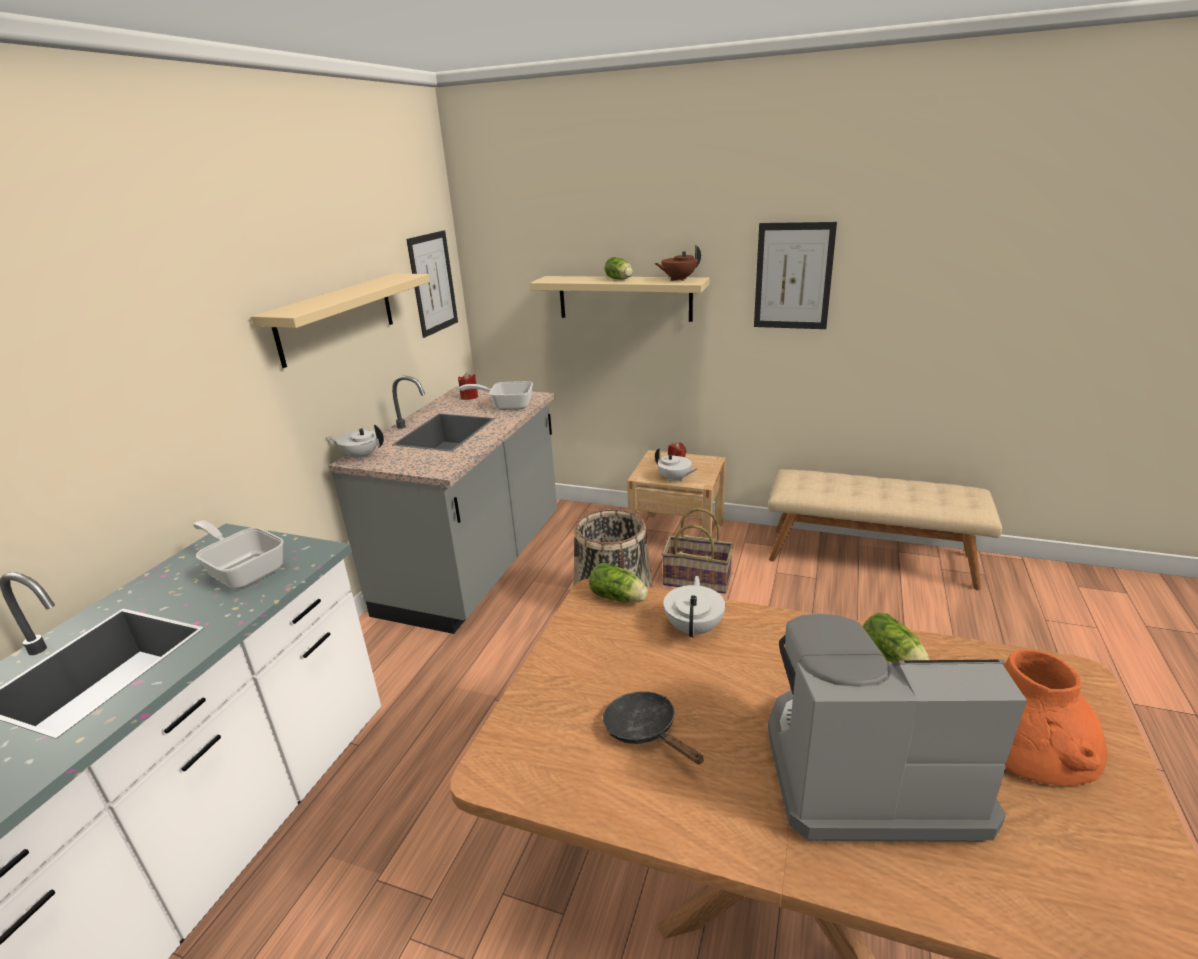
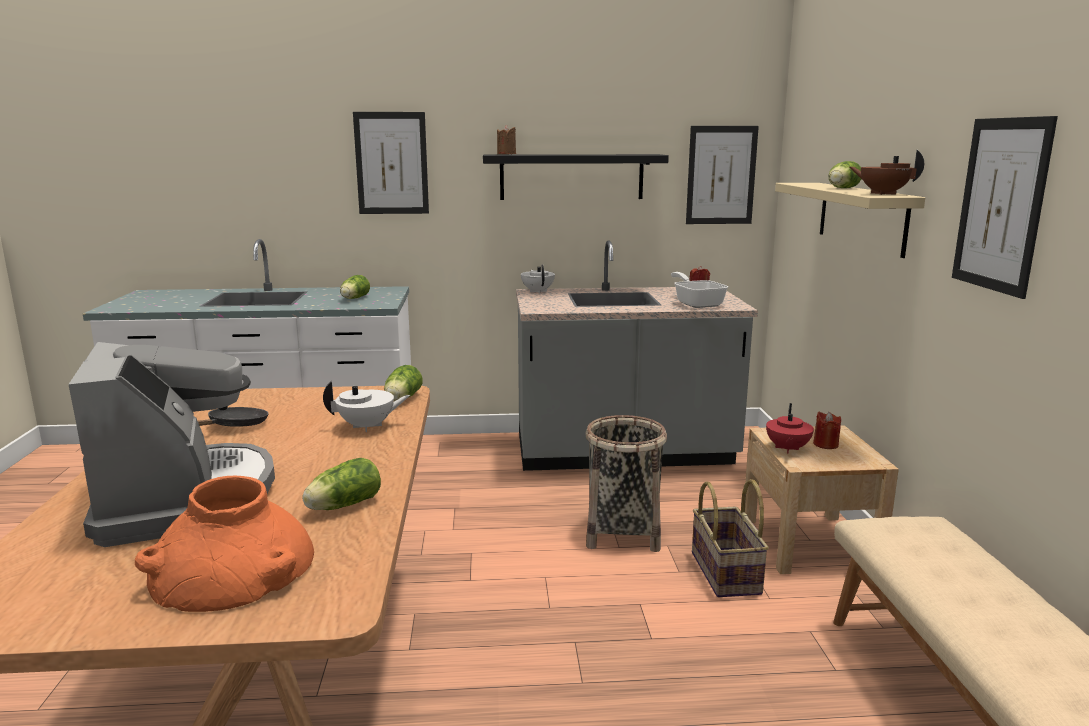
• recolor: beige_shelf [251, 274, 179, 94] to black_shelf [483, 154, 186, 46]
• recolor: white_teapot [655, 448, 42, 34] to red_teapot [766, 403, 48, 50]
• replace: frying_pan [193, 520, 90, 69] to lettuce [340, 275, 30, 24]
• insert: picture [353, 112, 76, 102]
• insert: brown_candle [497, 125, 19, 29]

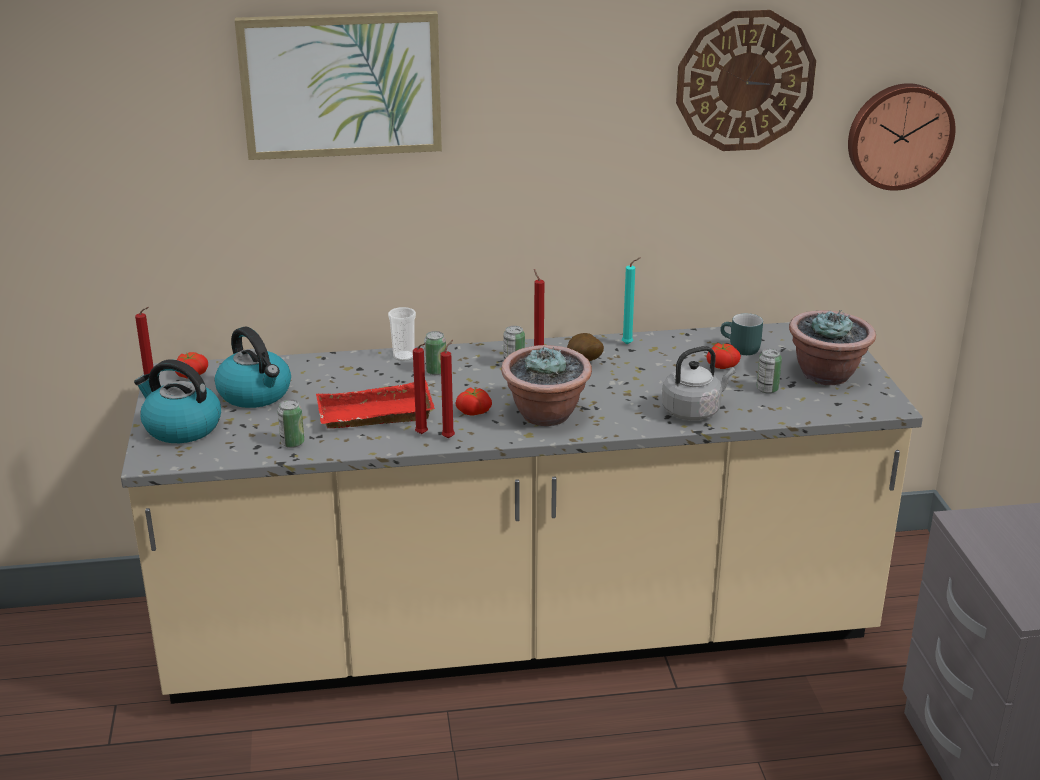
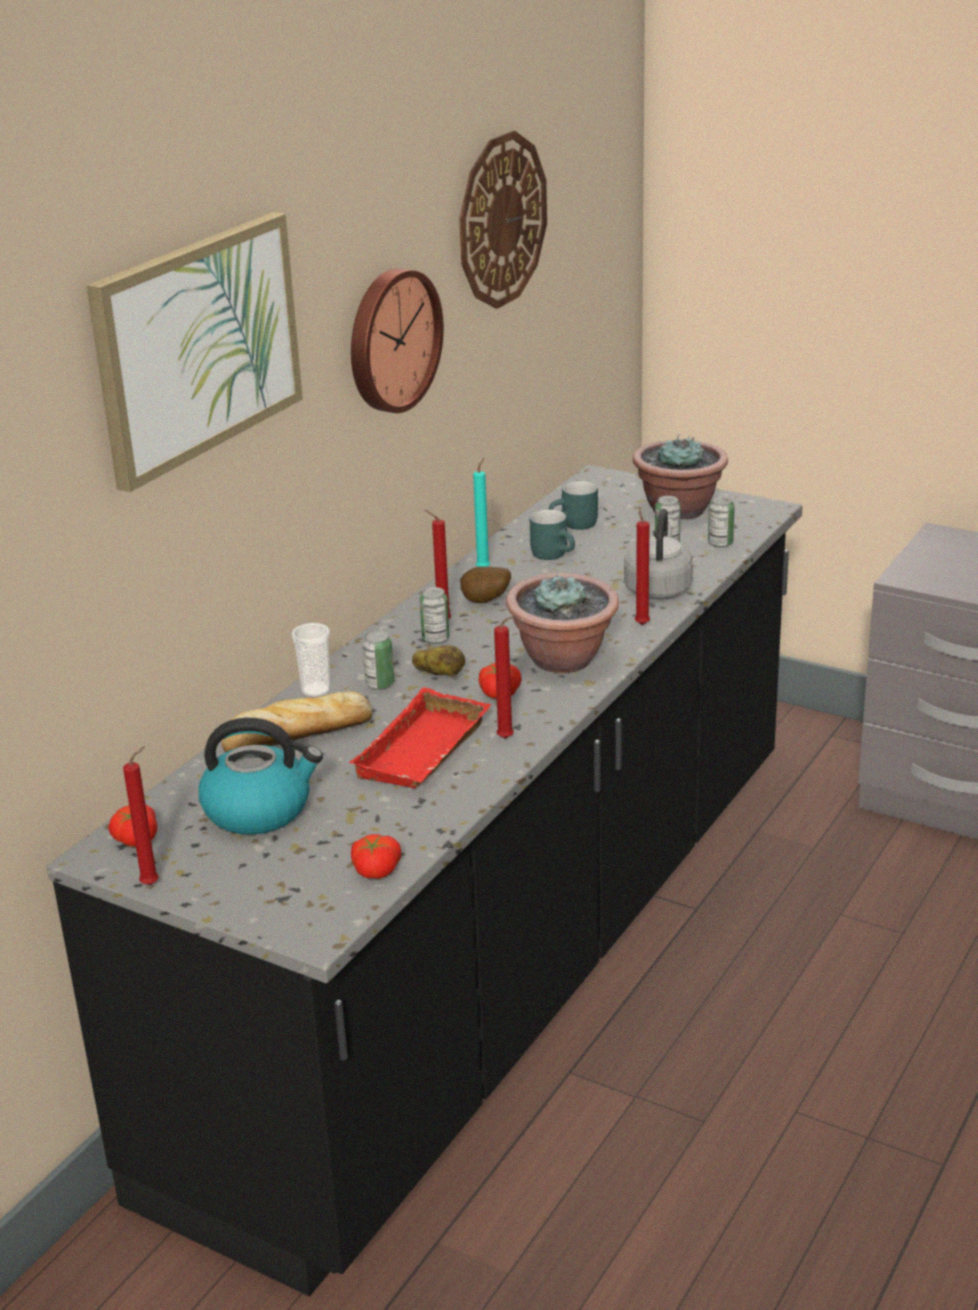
• move: wall_clock [848, 83, 108, 108] to [351, 268, 93, 145]
• recolor: beige_counter [121, 322, 802, 382] to black_counter [47, 465, 755, 832]
• move: red_candle [440, 340, 15, 98] to [635, 507, 15, 118]
• move: tomato [706, 343, 35, 26] to [351, 834, 50, 45]
• delete: kettle [134, 359, 87, 84]
• move: can [278, 400, 26, 48] to [708, 496, 27, 51]
• insert: turquoise_mug [530, 510, 45, 50]
• insert: potato [412, 645, 53, 31]
• insert: bread [221, 691, 151, 61]

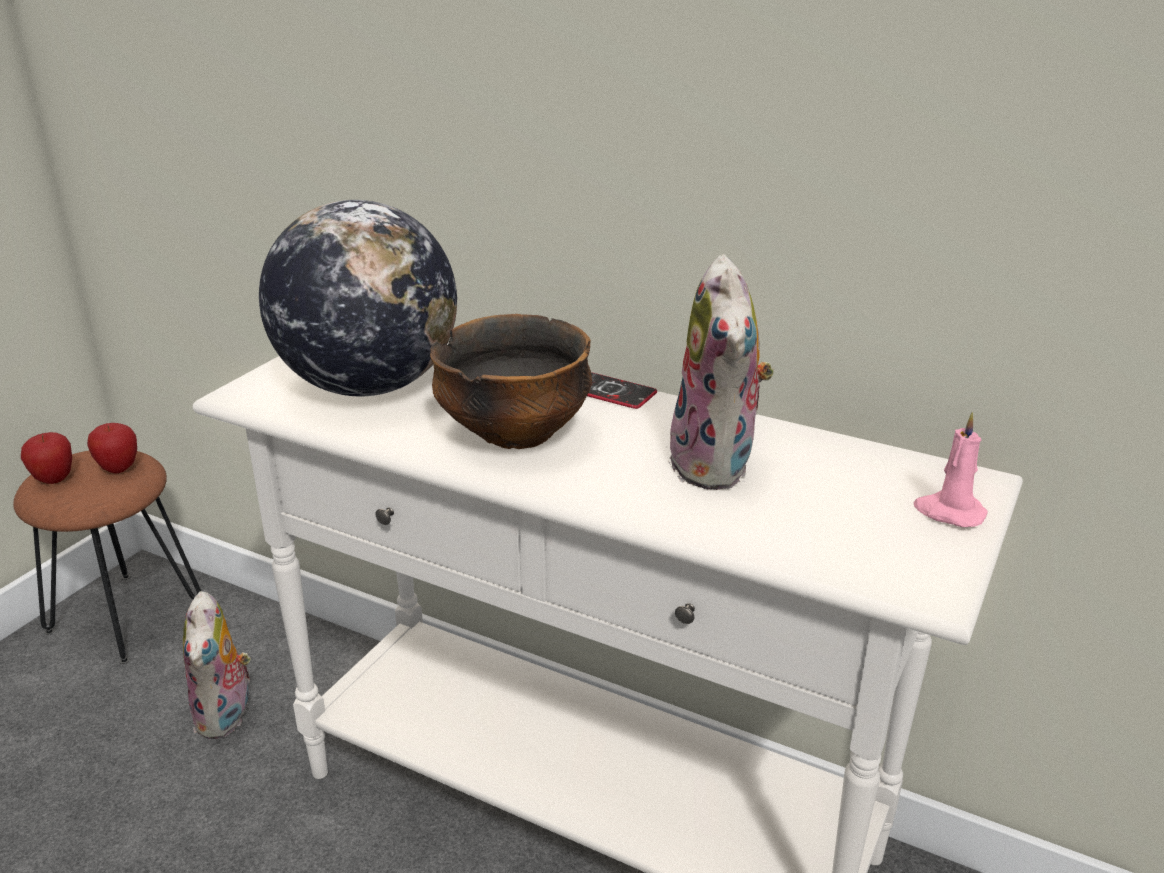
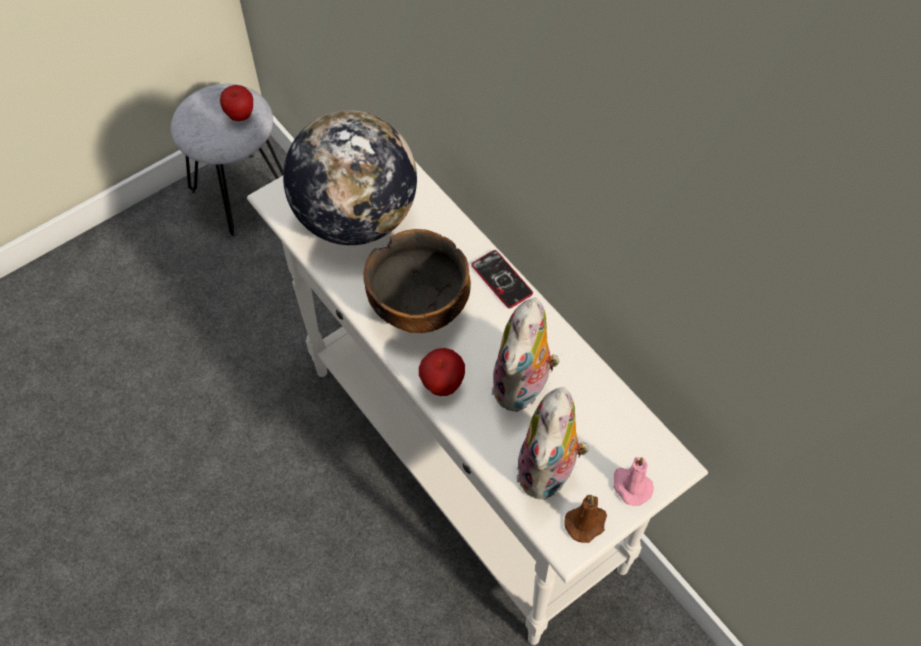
• move: apple [21, 432, 51, 52] to [419, 348, 46, 48]
• recolor: brown_stool [13, 451, 188, 213] to grey_stool [171, 84, 112, 153]
• move: plush_toy [183, 591, 68, 148] to [516, 387, 73, 113]
• insert: brown_candle [564, 495, 43, 48]

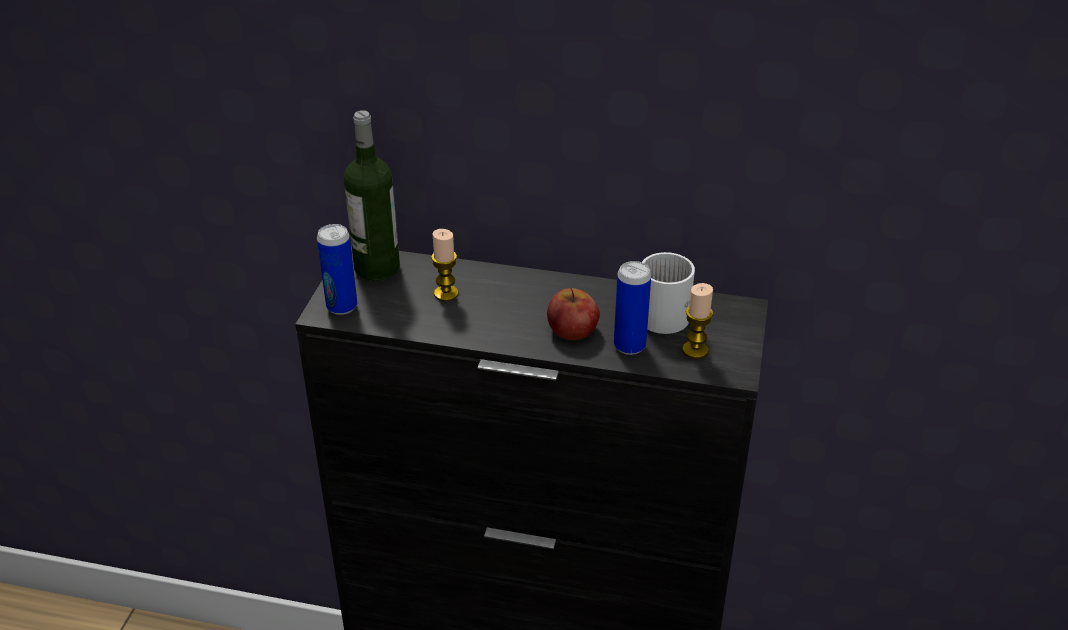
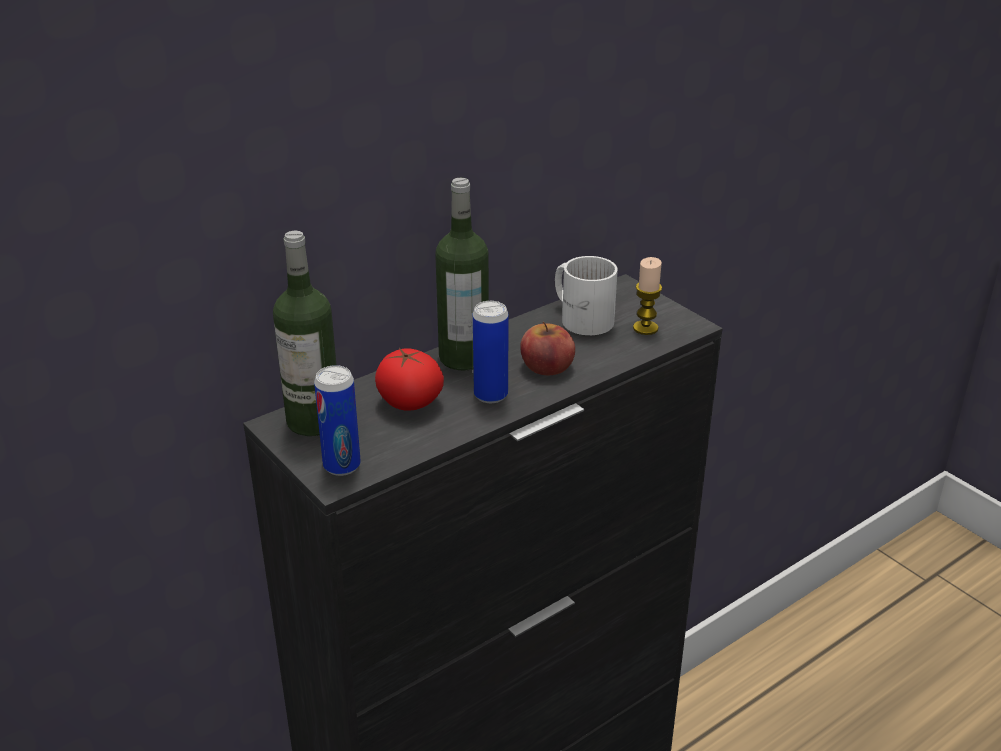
• replace: candle [431, 229, 28, 72] to tomato [375, 348, 69, 63]
• move: can [614, 261, 37, 94] to [473, 301, 36, 102]
• insert: bottle [435, 178, 54, 193]

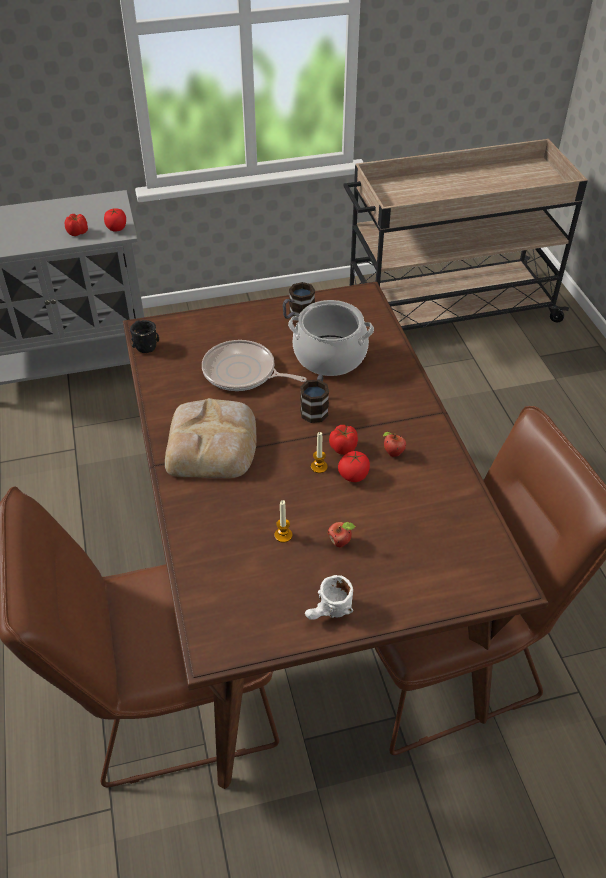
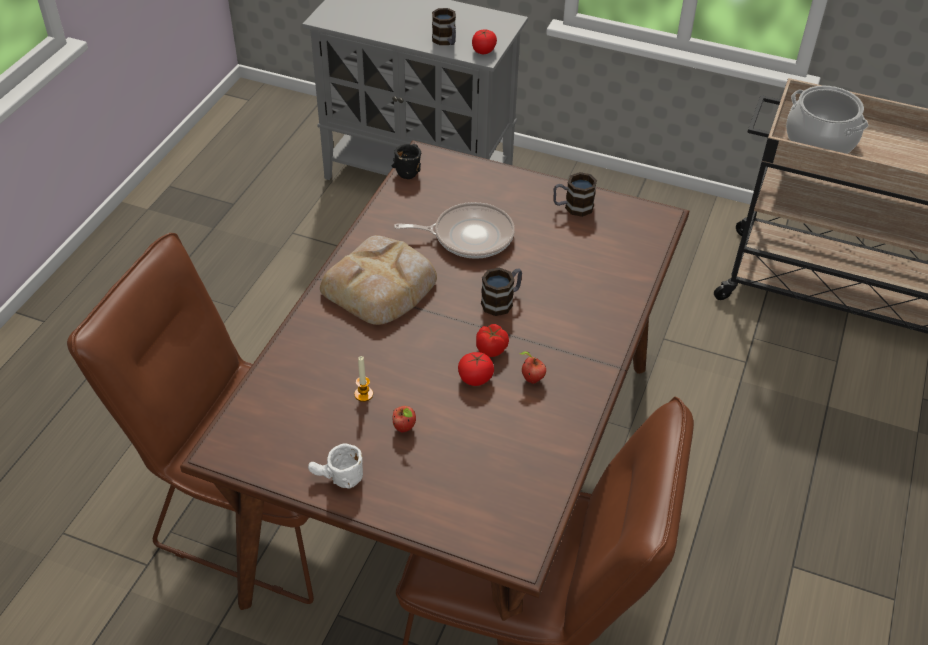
• replace: tomato [65, 214, 23, 22] to mug [432, 8, 24, 37]
• move: cooking_pot [288, 300, 86, 76] to [786, 86, 82, 68]
• rotate: frying_pan [202, 340, 105, 51] = [394, 202, 121, 57] 120 degrees clockwise
• delete: candle [311, 432, 17, 41]

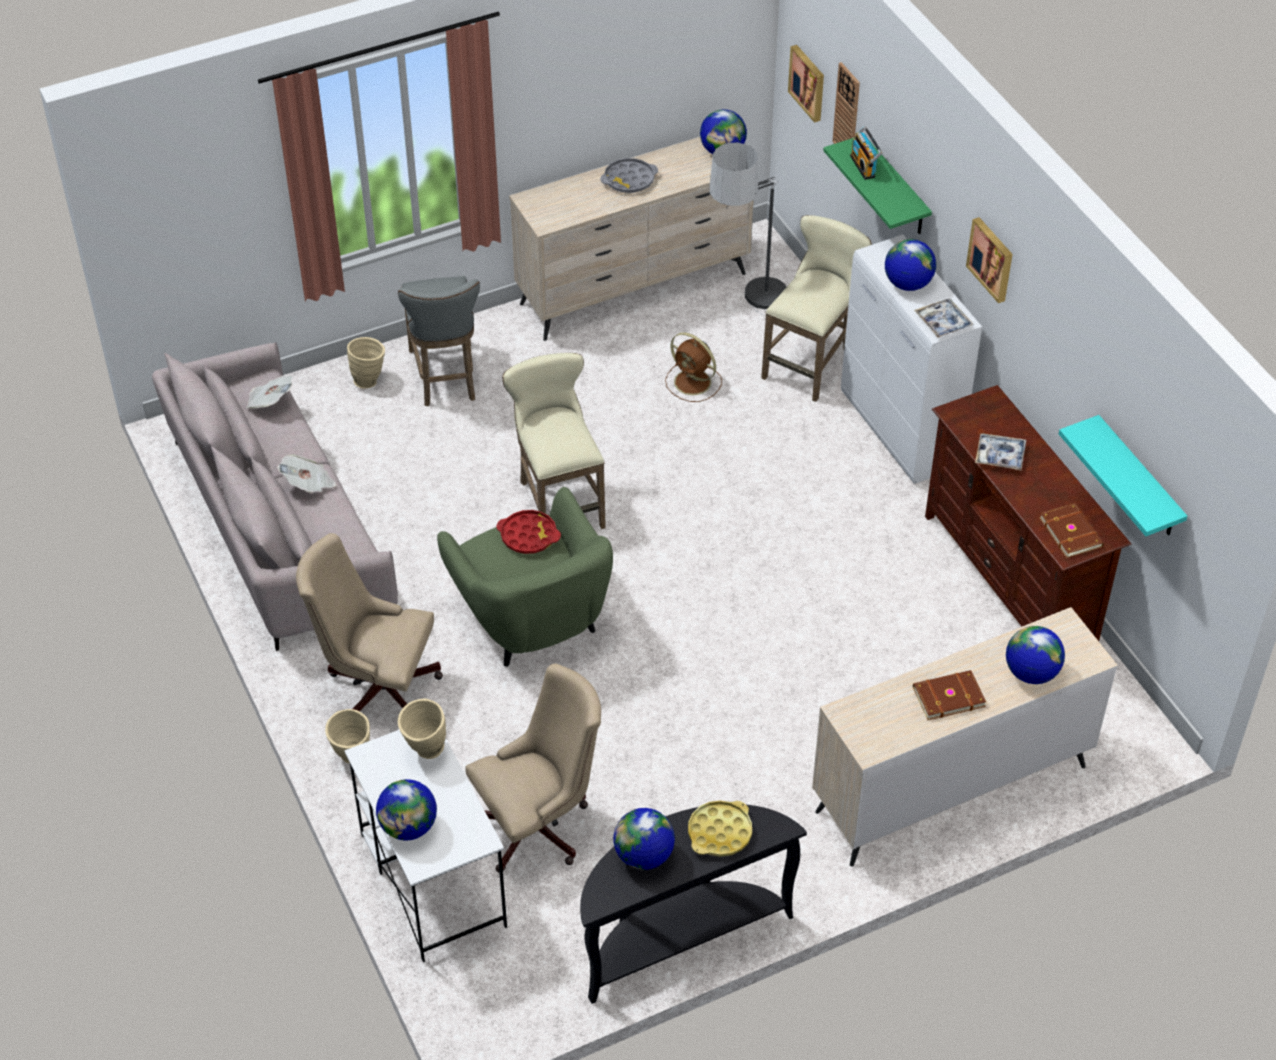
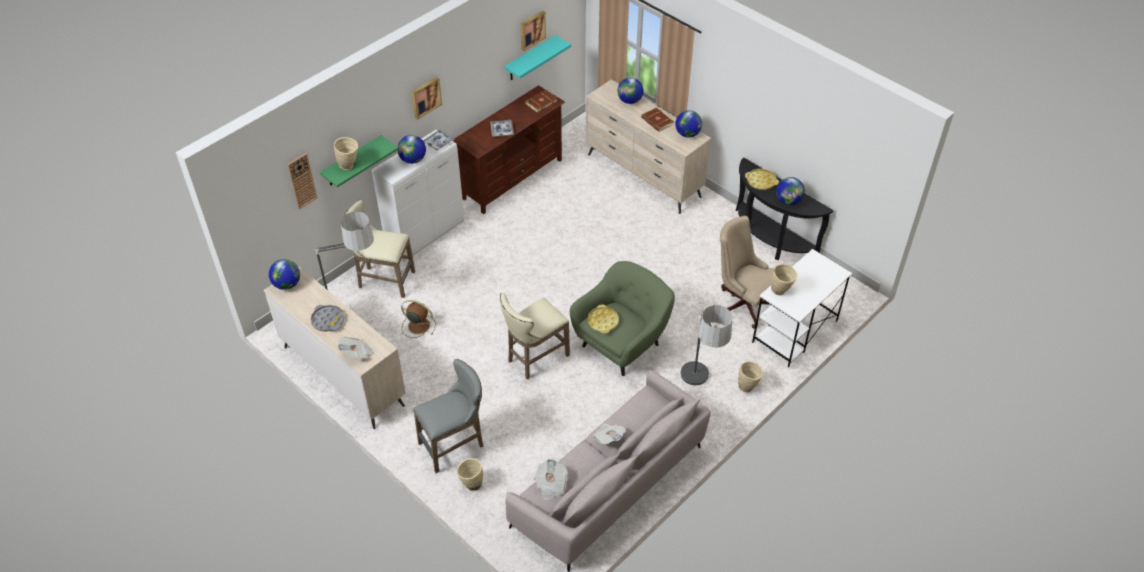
• move: picture [788, 45, 36, 78] to [520, 11, 26, 40]
• replace: radio [850, 126, 32, 54] to beige_vase [334, 137, 24, 33]
• rotate: brown_fan [665, 332, 57, 70] = [401, 300, 34, 38] 90 degrees counterclockwise
• recolor: red_tray [496, 510, 65, 44] to yellow_tray [588, 305, 31, 29]
• replace: beige_office_chair [296, 533, 147, 179] to floor_lamp [681, 305, 52, 83]
• move: globe [376, 779, 61, 62] to [675, 110, 27, 27]
• insert: newspaper [337, 337, 38, 23]

